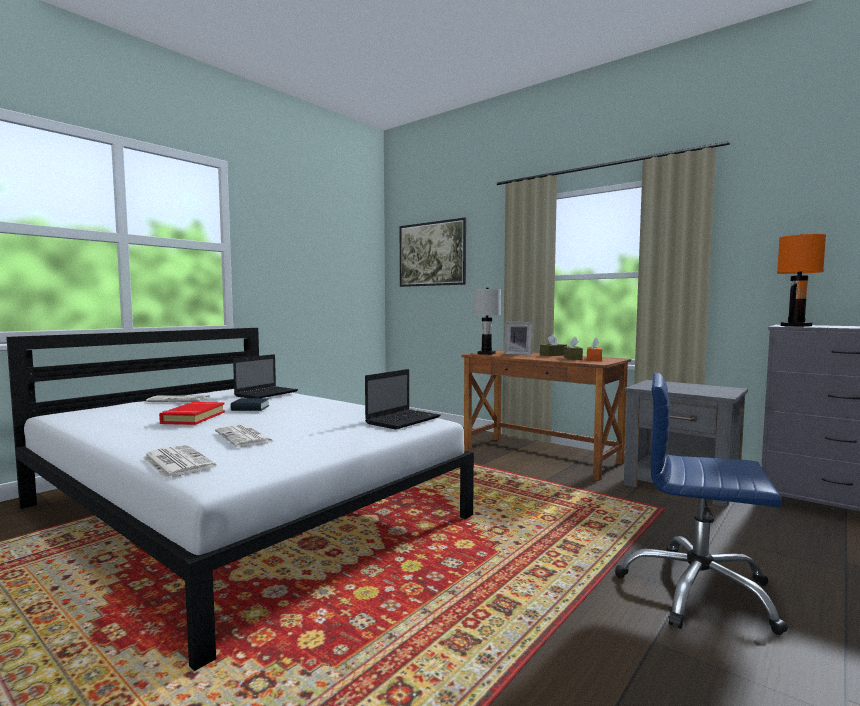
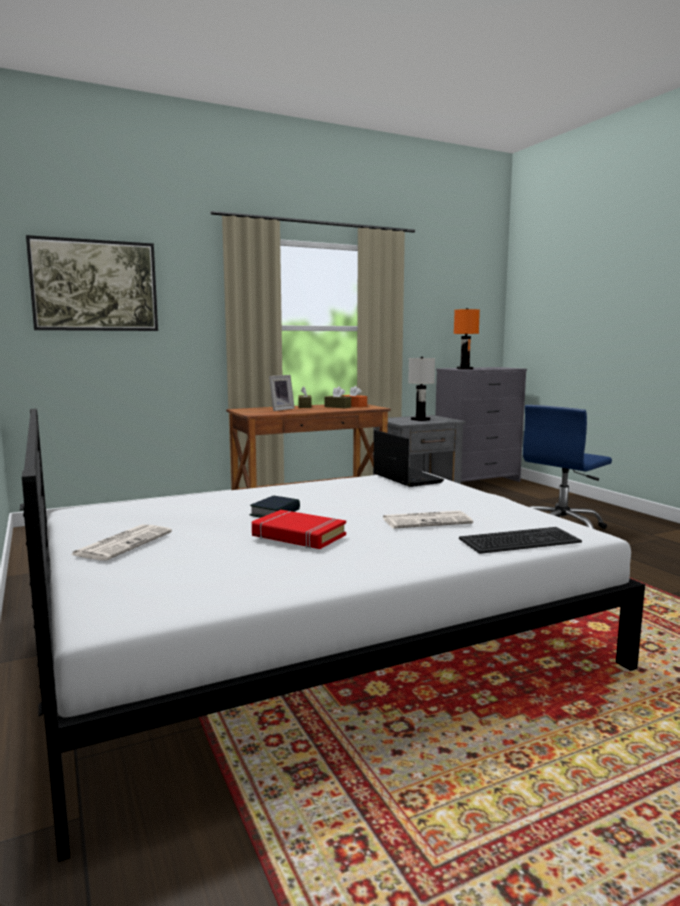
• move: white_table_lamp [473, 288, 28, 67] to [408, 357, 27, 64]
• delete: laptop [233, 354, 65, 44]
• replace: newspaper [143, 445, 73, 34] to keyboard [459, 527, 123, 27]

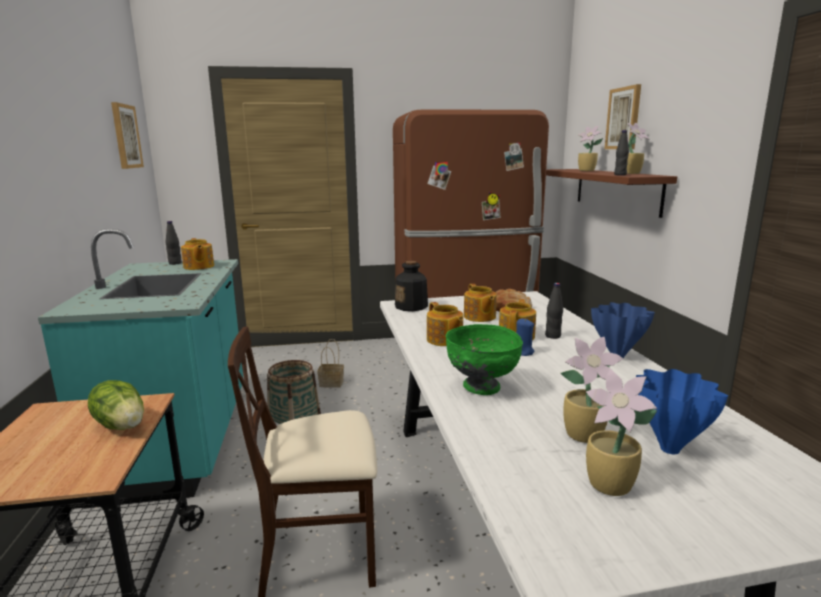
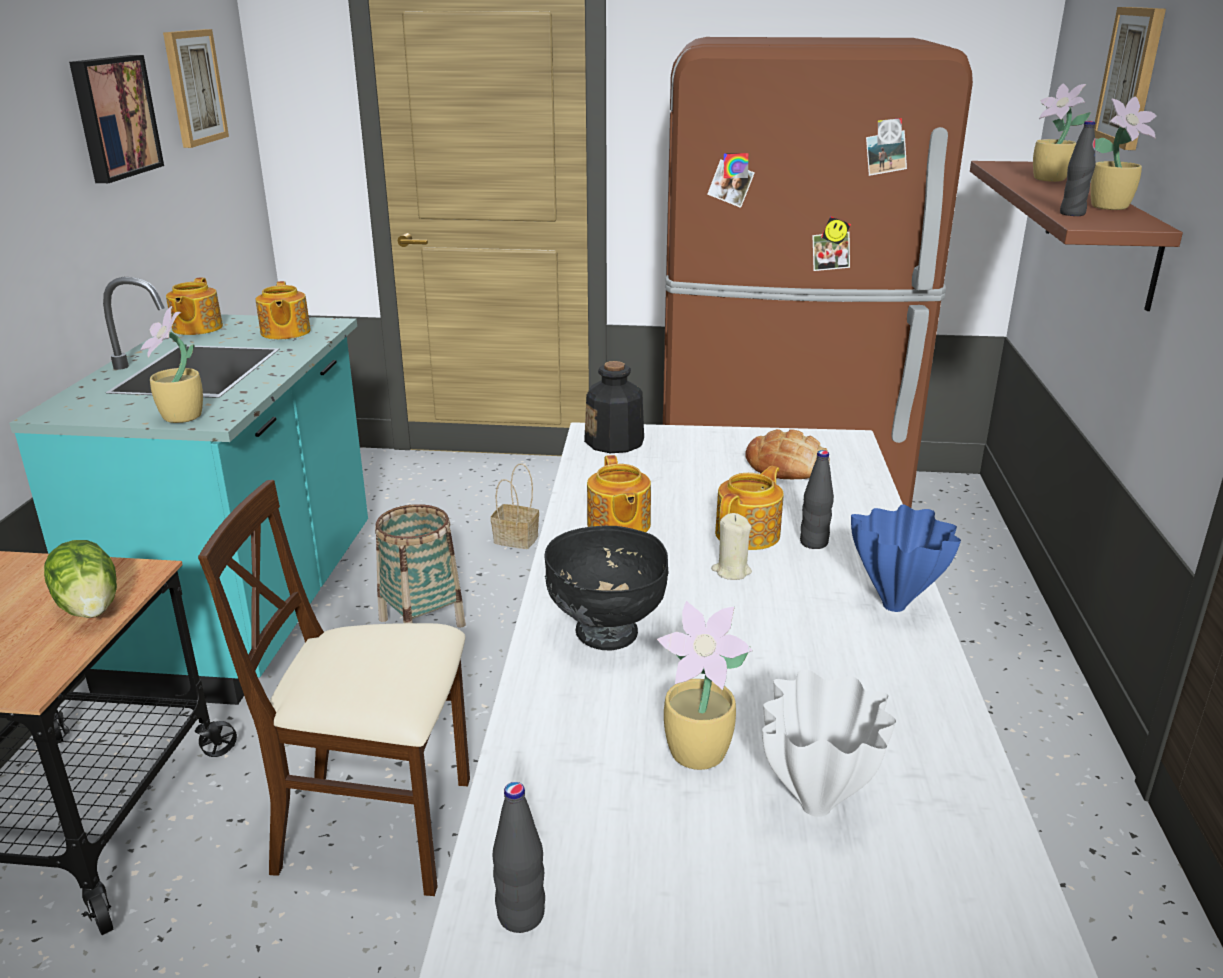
• move: black_bottle [165, 221, 17, 44] to [493, 782, 52, 151]
• move: teapot [464, 284, 33, 38] to [166, 278, 57, 57]
• recolor: blue_candle [516, 318, 19, 38] to beige_candle [711, 513, 41, 67]
• recolor: green_bowl [446, 324, 77, 71] to black_bowl [544, 526, 124, 124]
• move: potted_plant [586, 369, 71, 127] to [140, 306, 63, 117]
• recolor: blue_vase [636, 369, 92, 85] to white_vase [762, 669, 134, 148]
• insert: picture [69, 55, 95, 128]

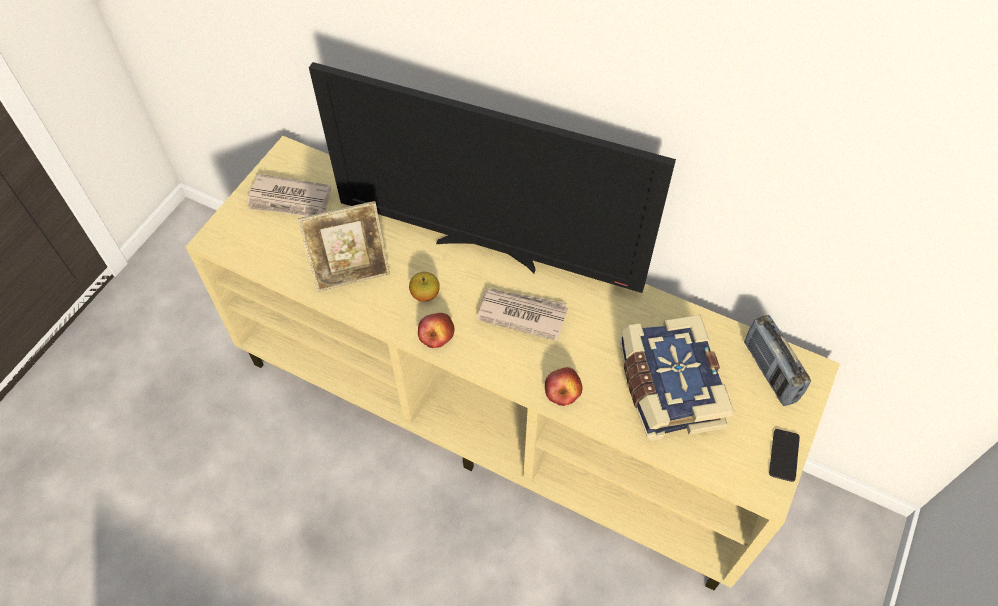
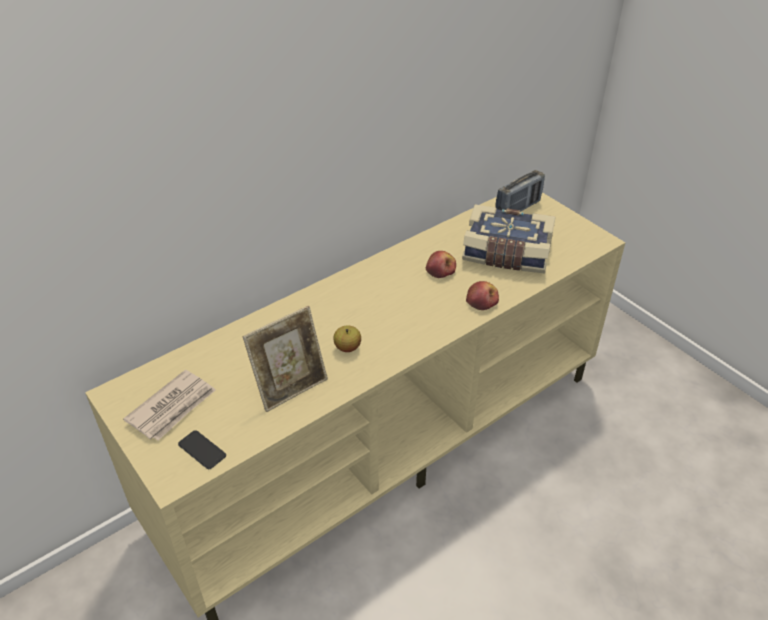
• delete: television [309, 62, 367, 231]
• rotate: picture_frame [298, 201, 92, 91] = [242, 306, 86, 106] 45 degrees clockwise
• delete: newspaper [477, 288, 91, 53]
• move: apple [418, 313, 37, 35] to [426, 251, 30, 27]
• rotate: radio [744, 315, 67, 91] = [495, 170, 50, 42] 45 degrees counterclockwise
• move: phone [769, 429, 31, 53] to [178, 430, 48, 39]

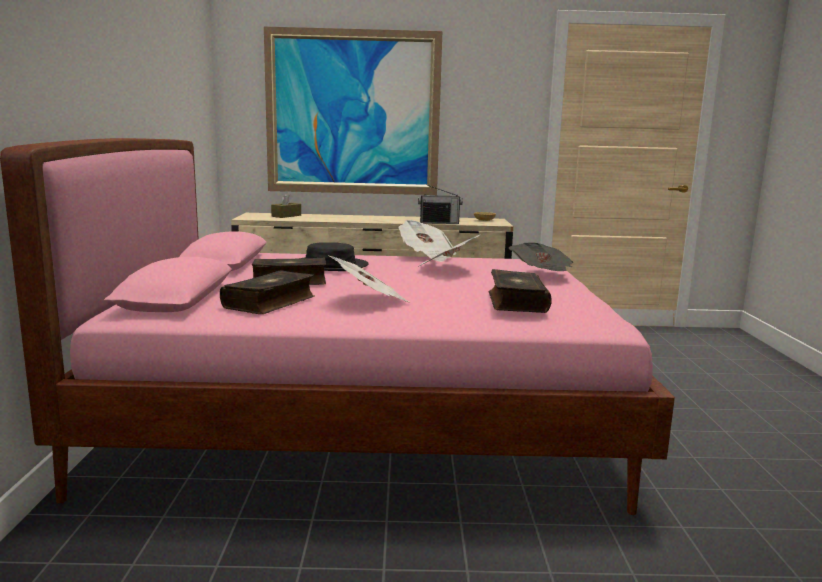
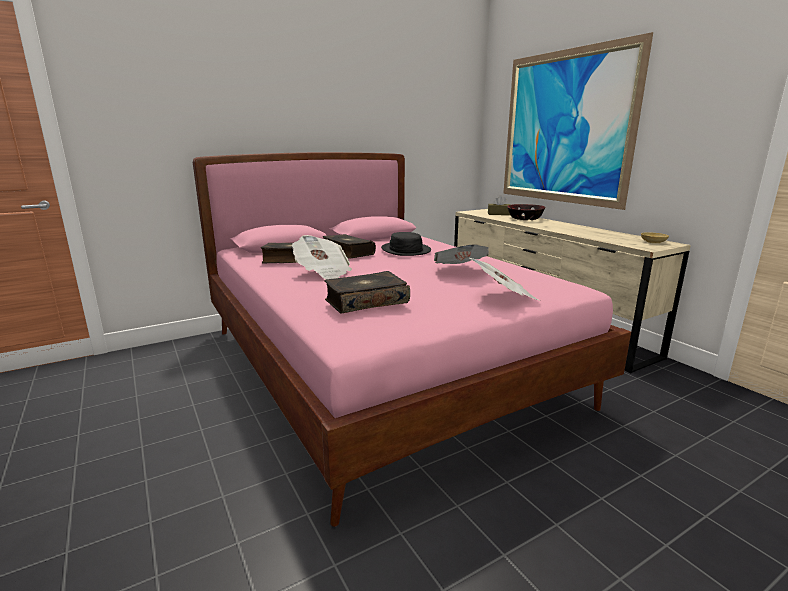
• delete: radio [418, 184, 45, 40]
• delete: newspaper [398, 220, 59, 42]
• insert: bowl [507, 204, 39, 16]

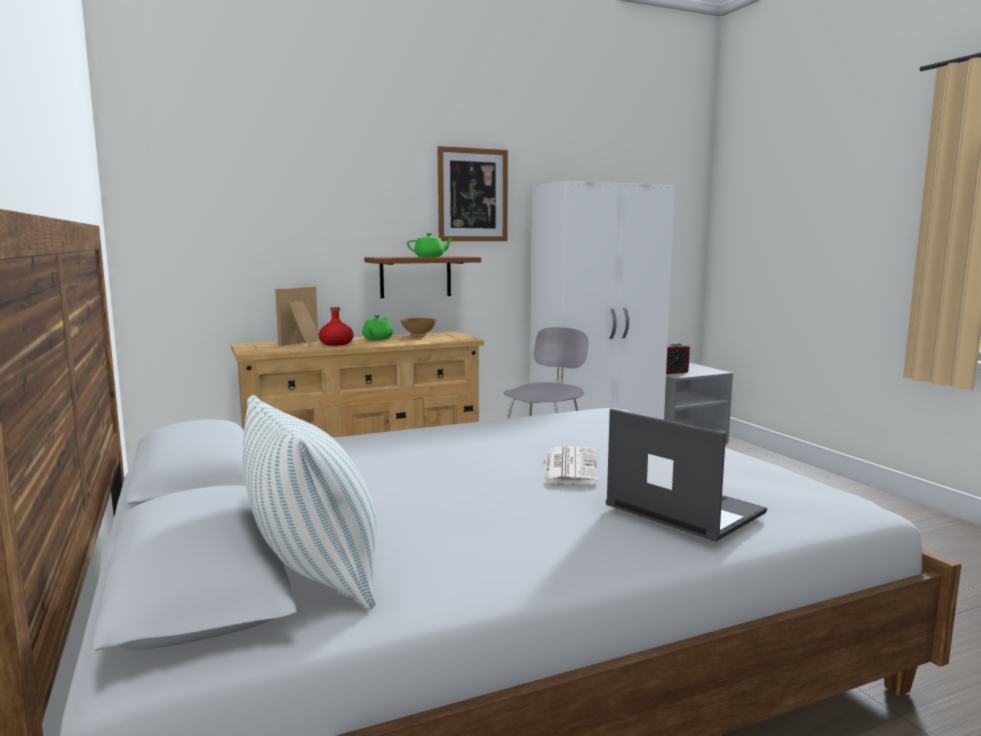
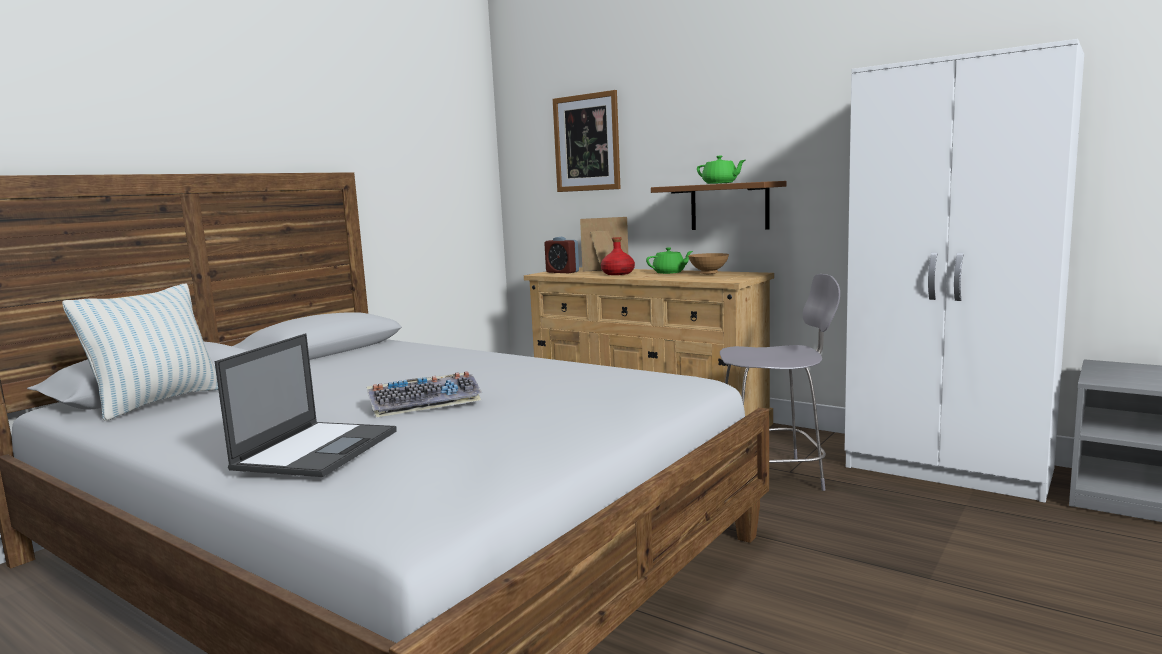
• move: picture [437, 146, 71, 95] to [553, 90, 68, 102]
• move: alarm_clock [666, 342, 24, 32] to [544, 237, 35, 36]
• replace: newspaper [543, 446, 56, 39] to keyboard [367, 371, 115, 47]

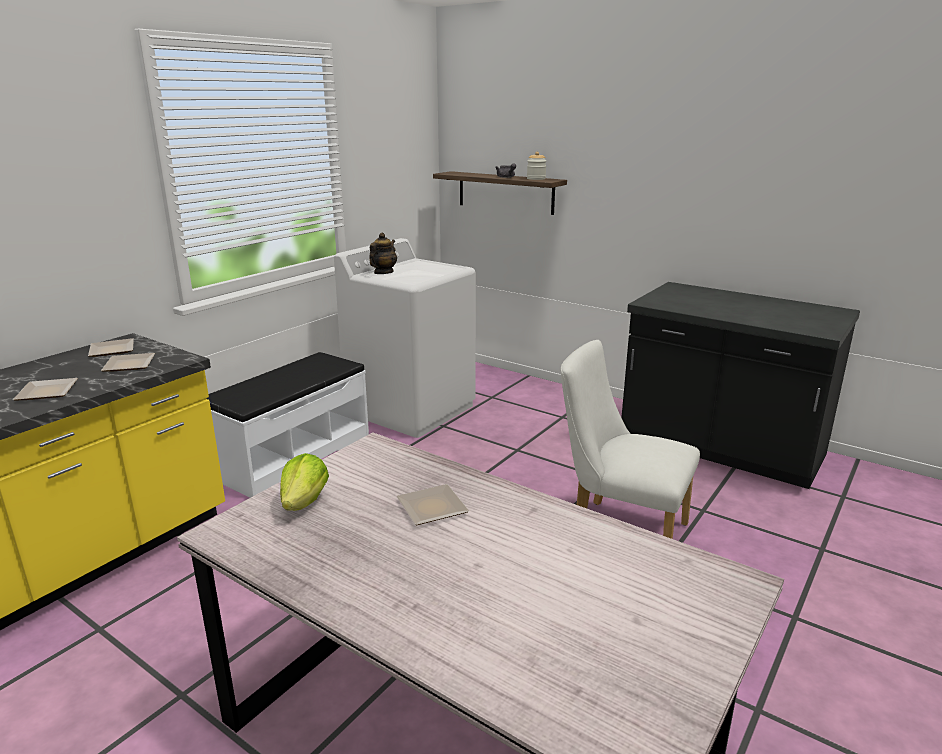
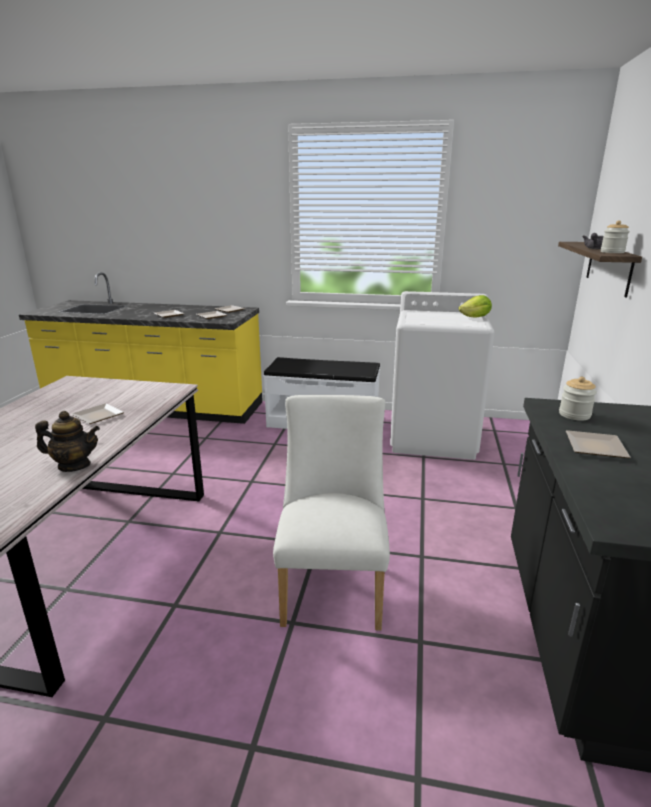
• move: teapot [369, 233, 28, 41] to [35, 411, 65, 61]
• move: lettuce [280, 453, 49, 58] to [459, 295, 33, 23]
• insert: jar [559, 377, 38, 44]
• insert: plate [566, 430, 65, 28]

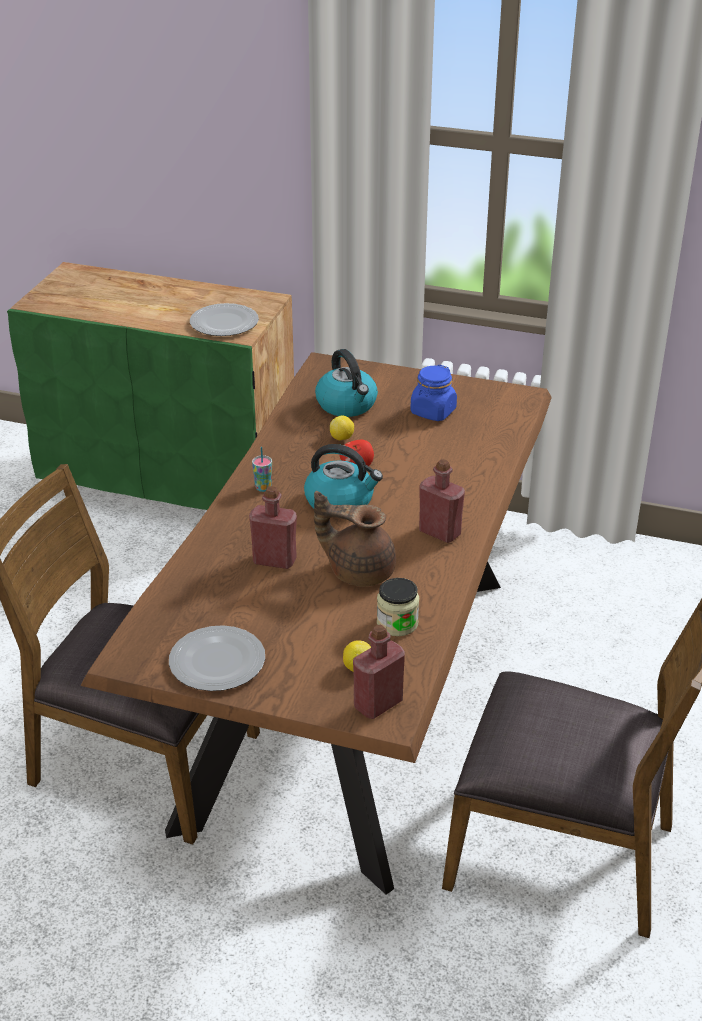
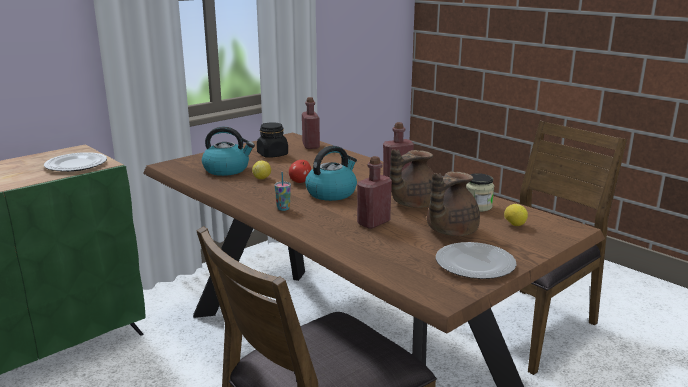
• recolor: blue_jar [410, 365, 47, 56] to black_jar [257, 122, 31, 36]
• move: red_bottle [353, 625, 52, 94] to [302, 97, 18, 52]
• insert: brown_teapot [427, 171, 53, 65]

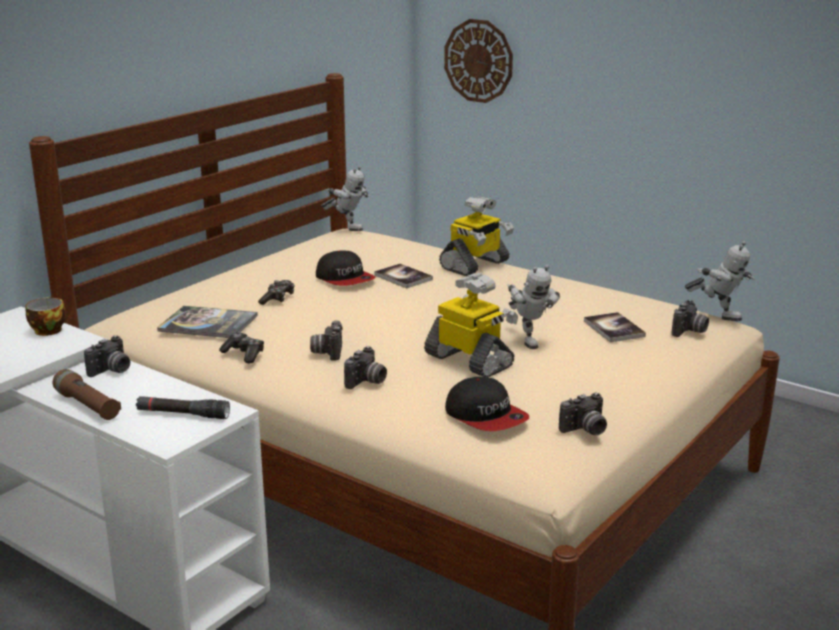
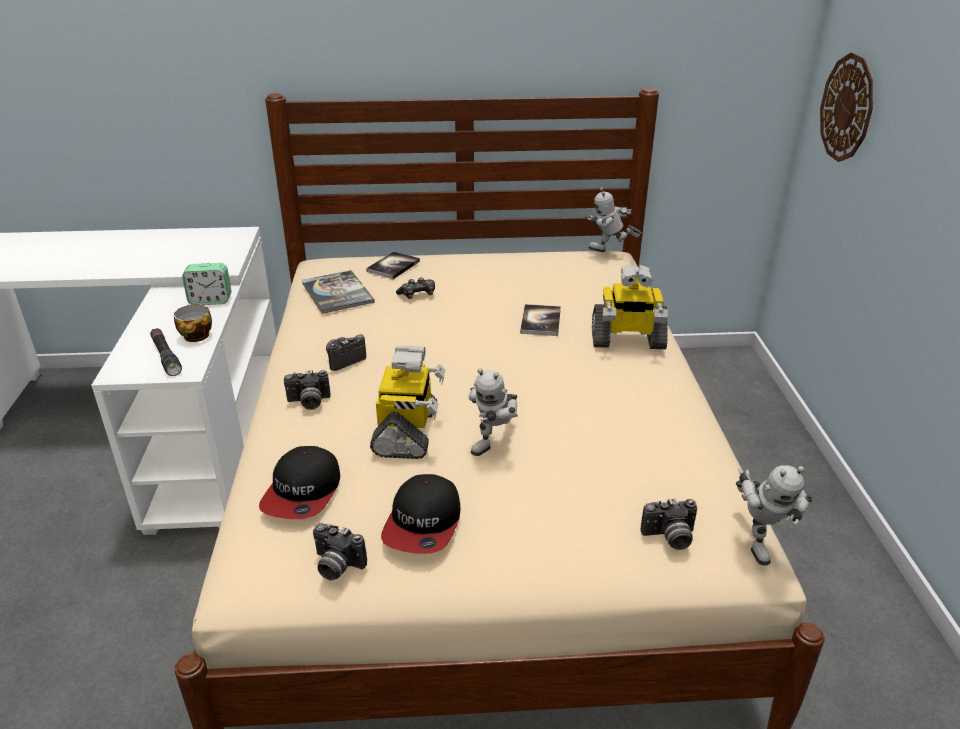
• rotate: toy_robot [321, 166, 49, 65] = [587, 187, 55, 65] 105 degrees clockwise
• move: cap [316, 250, 60, 36] to [381, 474, 79, 80]
• move: cup [25, 297, 41, 39] to [174, 304, 38, 38]
• move: book [584, 312, 62, 31] to [366, 251, 54, 28]
• delete: game_controller [219, 332, 45, 31]
• replace: photo_camera [84, 336, 46, 41] to alarm_clock [182, 263, 49, 42]
• delete: brown_flashlight [53, 369, 68, 51]

